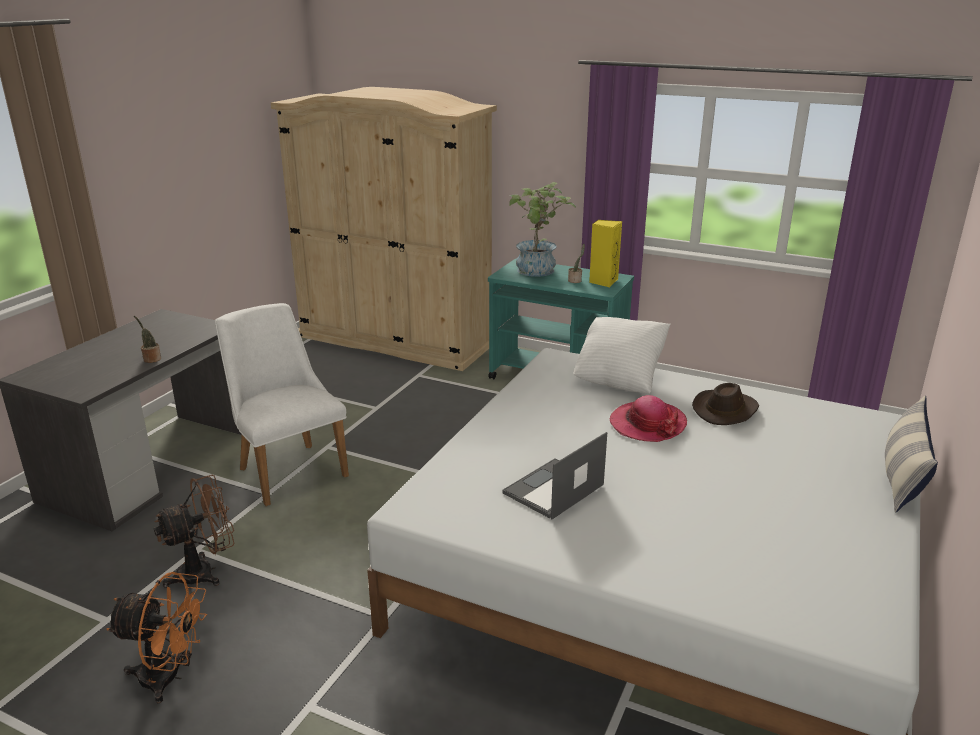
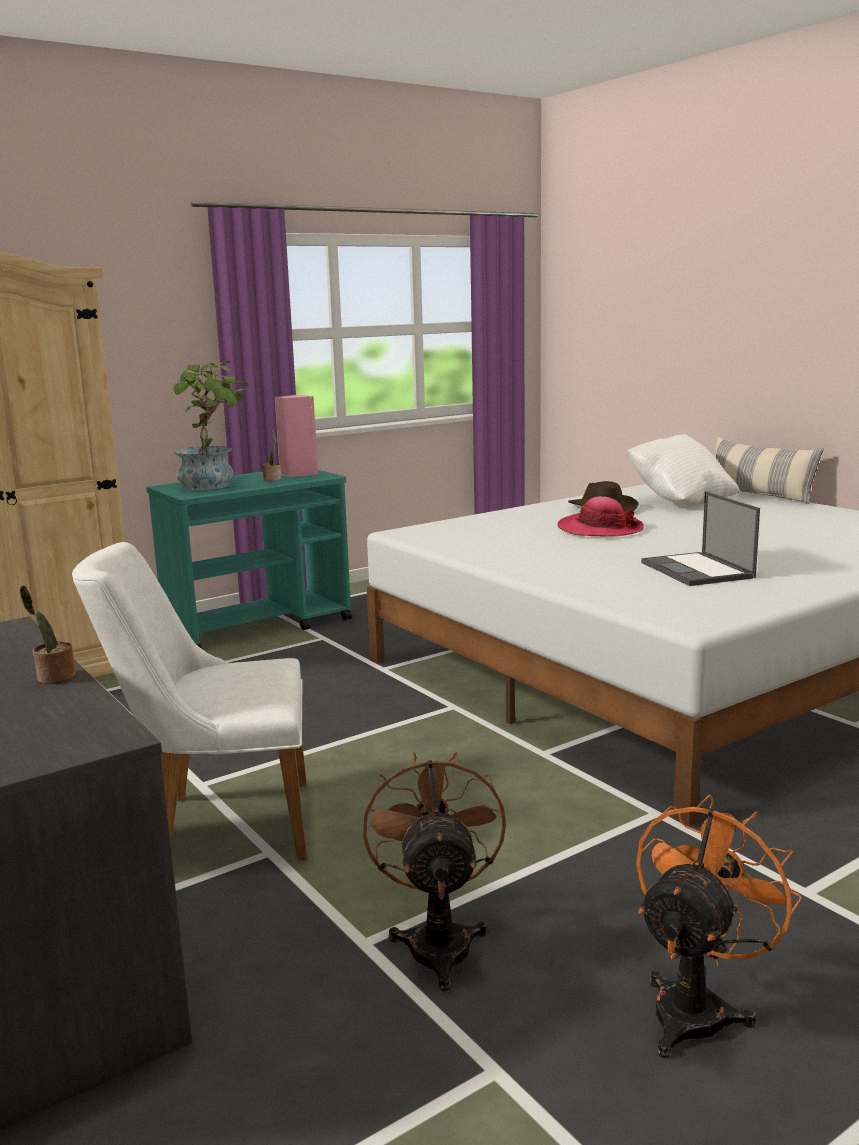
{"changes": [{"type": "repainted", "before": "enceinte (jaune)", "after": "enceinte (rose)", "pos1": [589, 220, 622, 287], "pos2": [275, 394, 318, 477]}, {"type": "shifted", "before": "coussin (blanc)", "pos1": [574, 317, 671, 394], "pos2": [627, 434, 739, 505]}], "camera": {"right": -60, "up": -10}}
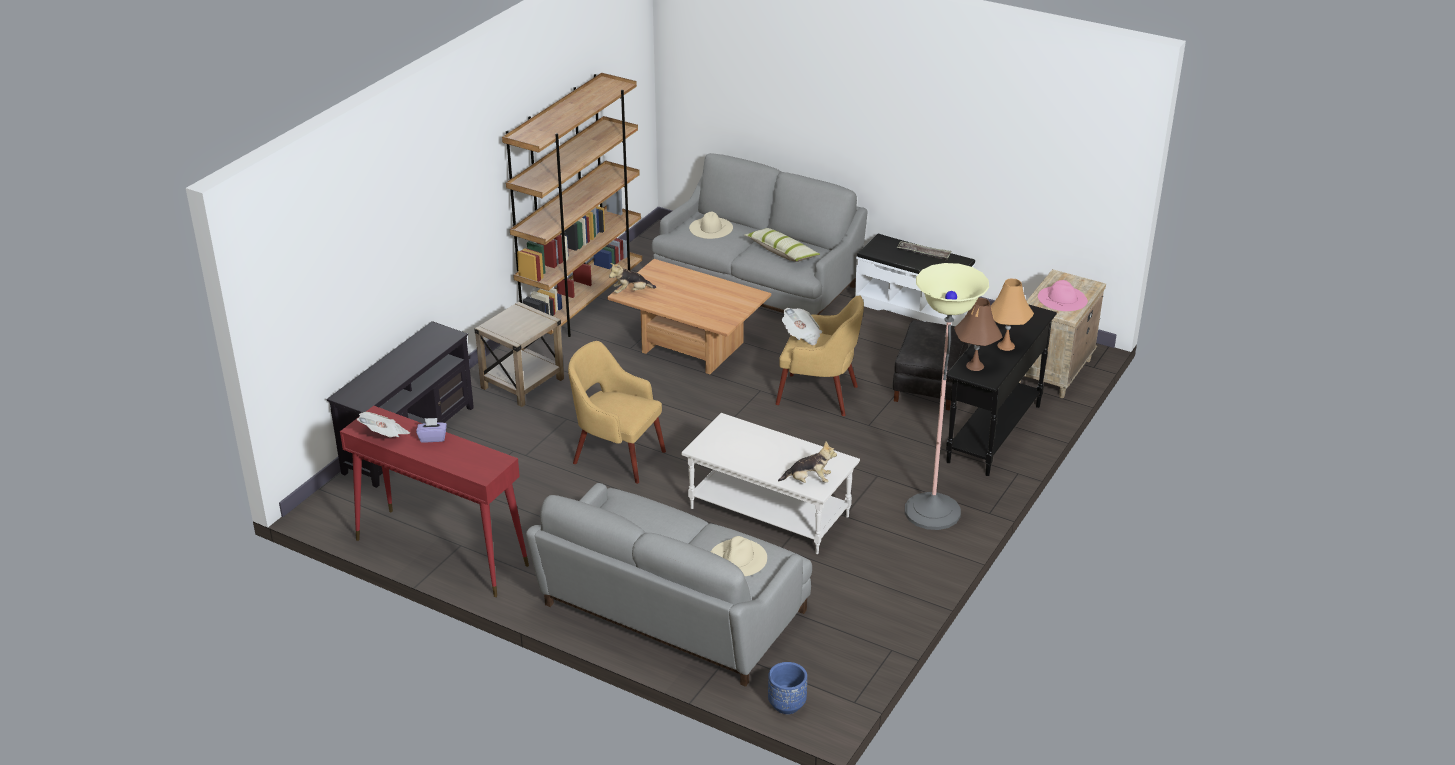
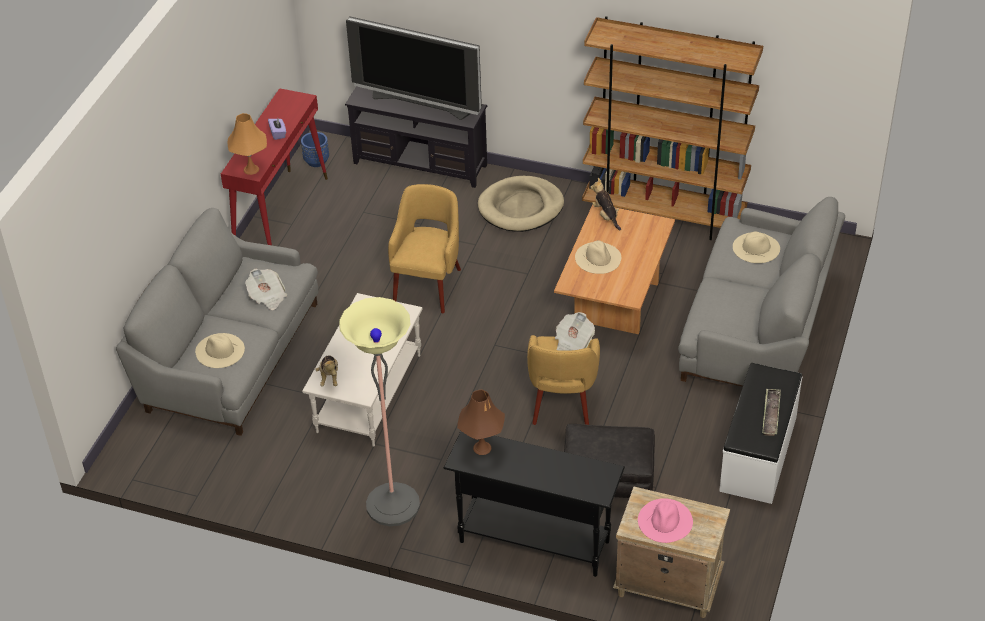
{"changes": [{"type": "gone", "before": "coussin", "pos1": [744, 228, 820, 262]}, {"type": "shifted", "before": "lampe de table (orange)", "pos1": [991, 279, 1034, 351], "pos2": [228, 113, 267, 175]}, {"type": "swapped", "before": "table d'appoint (beige)", "after": "panier pour chien (beige)", "pos1": [474, 302, 564, 407], "pos2": [478, 176, 564, 232]}, {"type": "shifted", "before": "journal", "pos1": [357, 412, 410, 437], "pos2": [245, 269, 287, 310]}, {"type": "shifted", "before": "cache-pot (bleu)", "pos1": [768, 662, 807, 714], "pos2": [301, 132, 329, 167]}, {"type": "new", "after": "téléviseur", "pos2": [346, 16, 482, 120]}, {"type": "new", "after": "chapeau (beige)", "pos2": [575, 240, 621, 274]}], "camera": {"right": 80, "up": 10}}
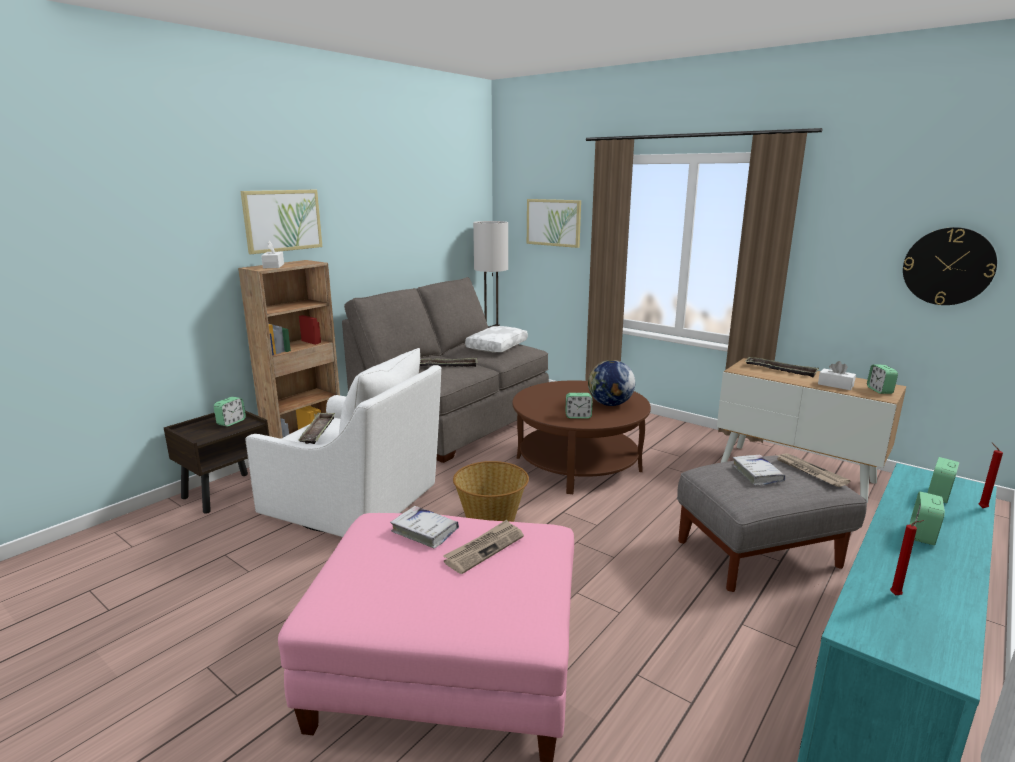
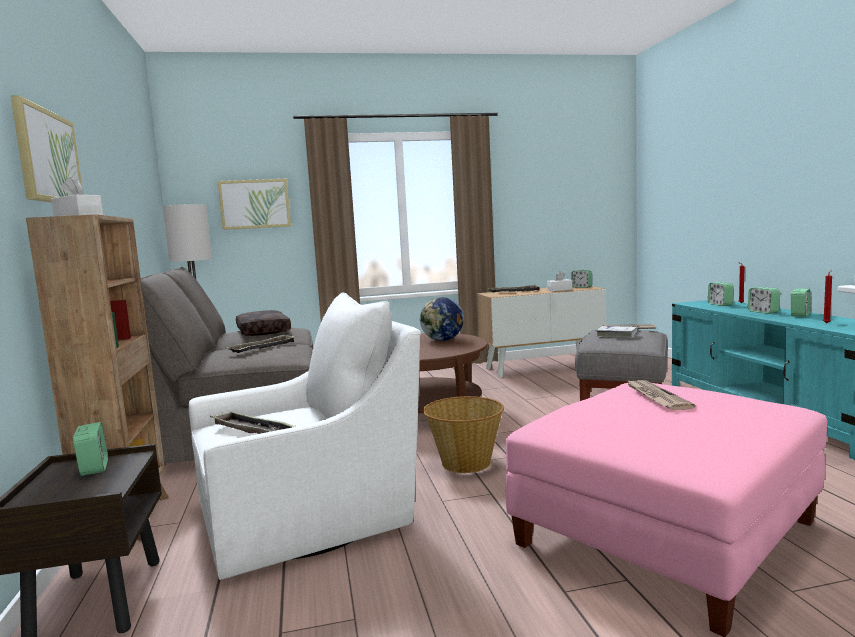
{"changes": [{"type": "gone", "before": "horloge murale", "pos1": [903, 227, 997, 305]}, {"type": "repainted", "before": "coussin (blanc)", "after": "coussin (marron)", "pos1": [465, 326, 528, 353], "pos2": [236, 310, 291, 336]}, {"type": "shifted", "before": "réveil", "pos1": [566, 393, 593, 419], "pos2": [791, 289, 810, 317]}, {"type": "gone", "before": "livre (blanc)", "pos1": [390, 506, 459, 548]}], "camera": {"right": -50, "up": -10}}
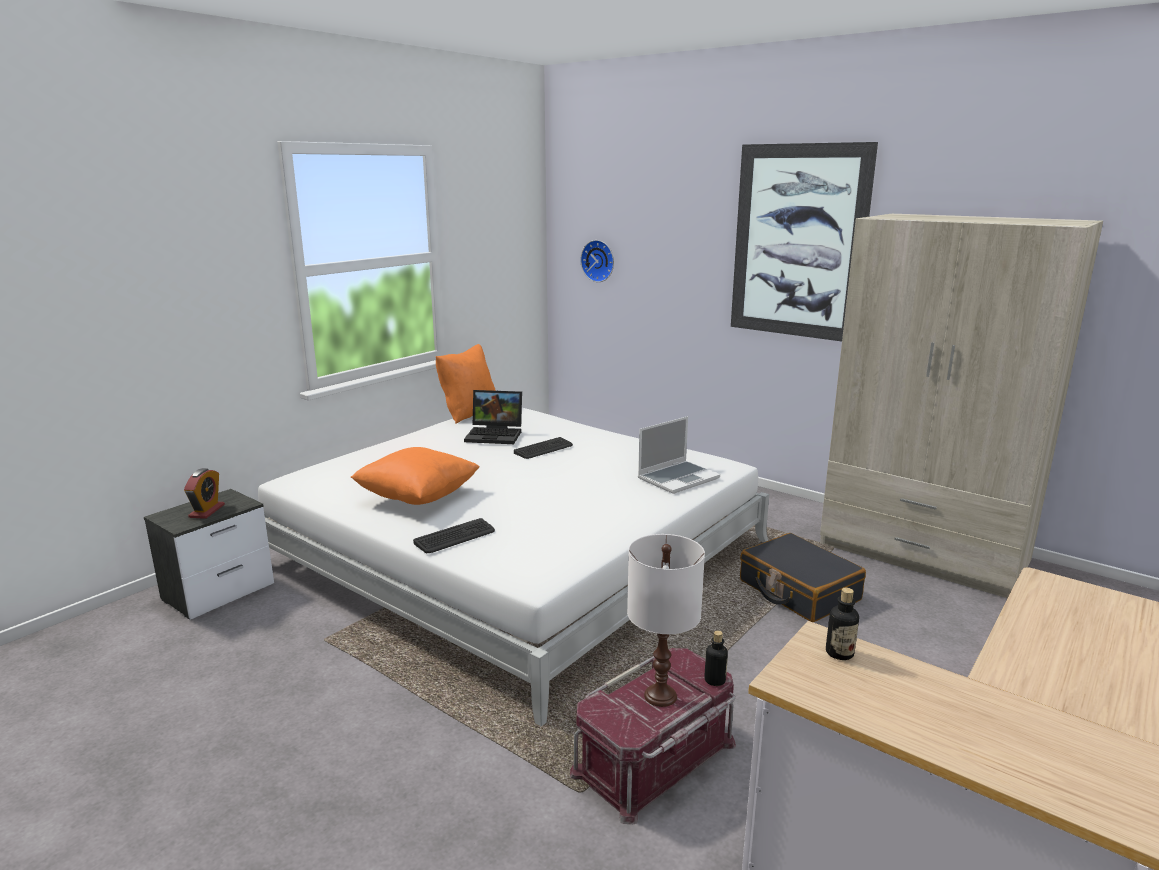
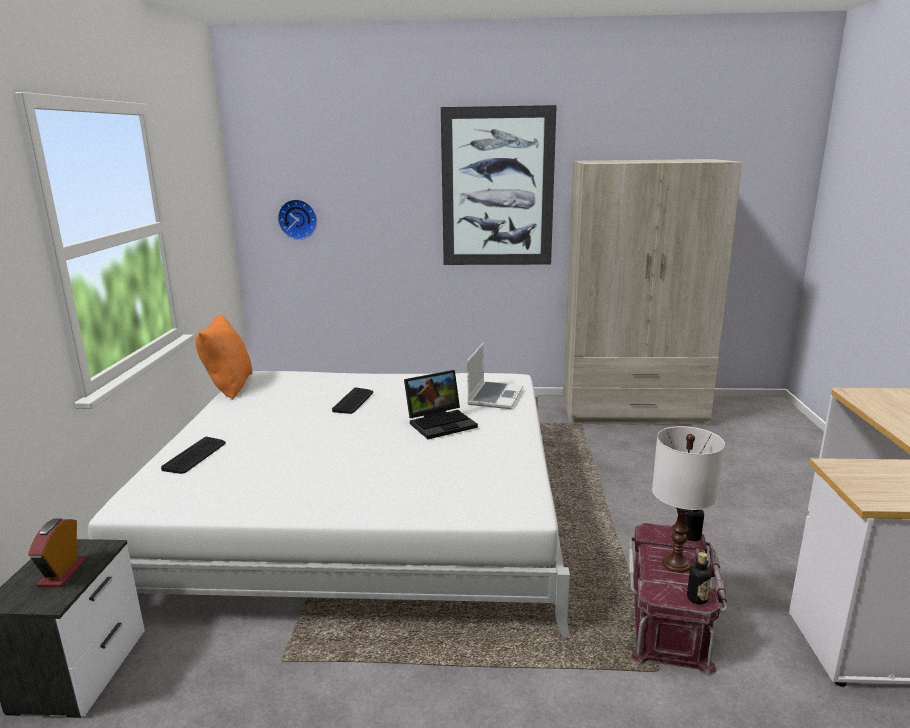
{"changes": [{"type": "shifted", "before": "ordinateur portable", "pos1": [464, 390, 522, 444], "pos2": [404, 370, 478, 439]}, {"type": "gone", "before": "coussin (orange)", "pos1": [350, 447, 480, 505]}, {"type": "rotated", "before": "réveil", "pos1": [184, 468, 225, 519], "pos2": [28, 518, 86, 587], "turn": -150}, {"type": "shifted", "before": "clavier", "pos1": [413, 518, 495, 553], "pos2": [161, 437, 226, 474]}, {"type": "gone", "before": "valise (noir)", "pos1": [740, 533, 866, 622]}, {"type": "shifted", "before": "bouteille", "pos1": [826, 588, 859, 660], "pos2": [687, 552, 711, 604]}], "camera": {"right": -35, "up": 0}}
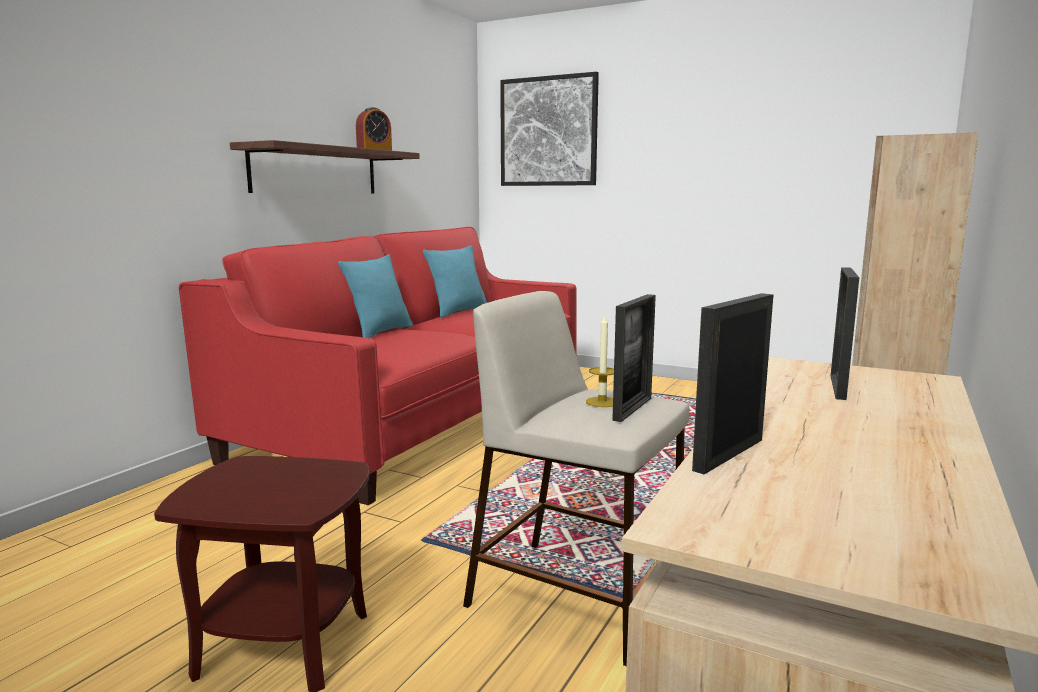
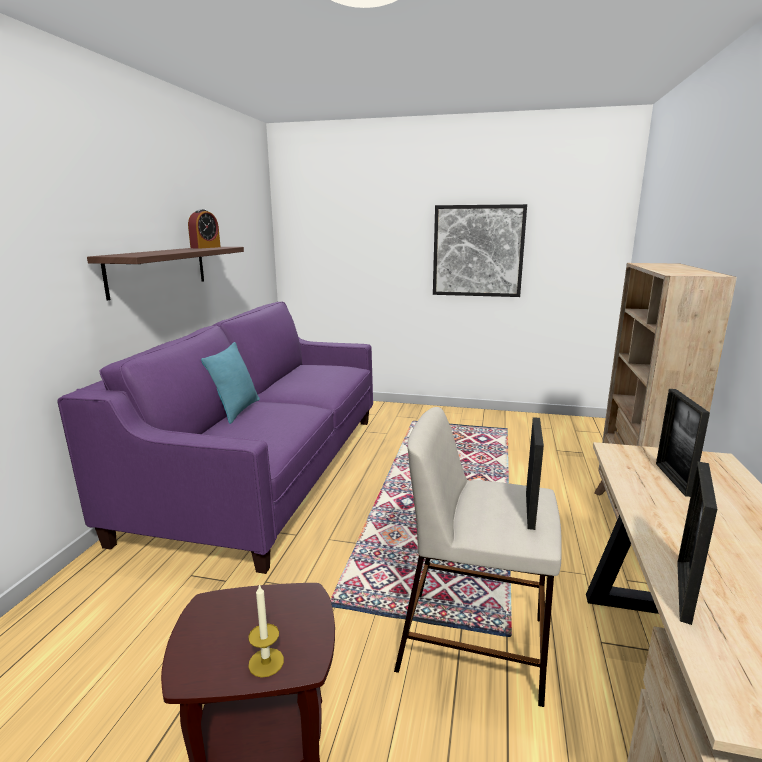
{"changes": [{"type": "shifted", "before": "tableau", "pos1": [500, 72, 599, 186], "pos2": [433, 204, 527, 297]}, {"type": "repainted", "before": "canapé (rouge)", "after": "canapé (violet)", "pos1": [179, 227, 577, 505], "pos2": [57, 302, 373, 574]}, {"type": "gone", "before": "coussin (turquoise)", "pos1": [423, 246, 487, 318]}, {"type": "shifted", "before": "bougie", "pos1": [586, 314, 614, 407], "pos2": [248, 584, 284, 678]}], "camera": {"right": -15, "up": 5}}
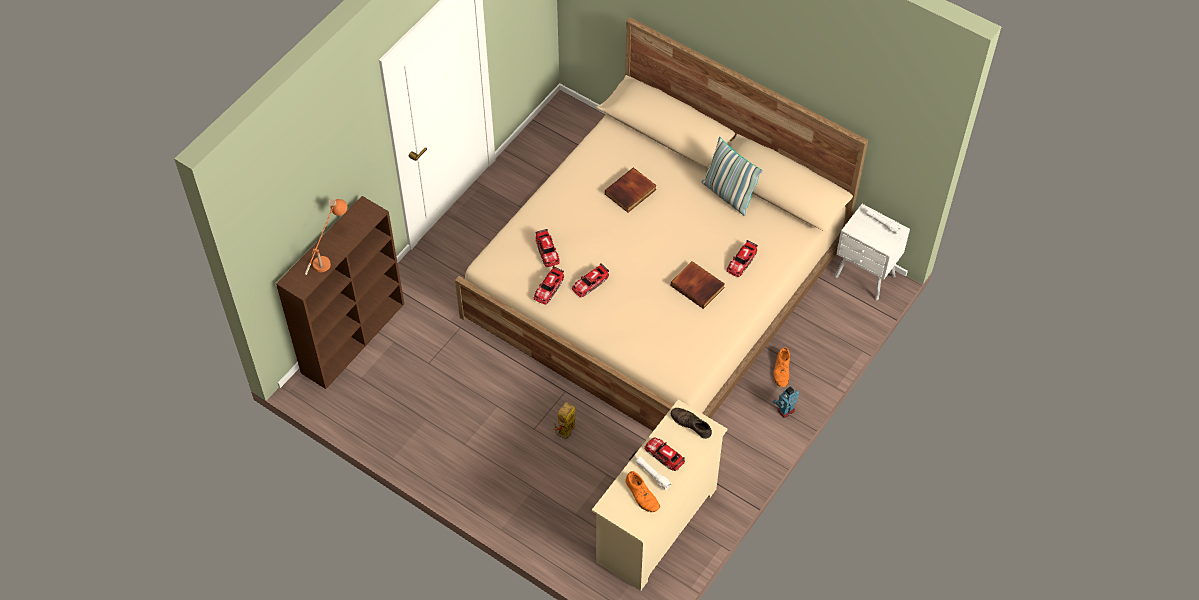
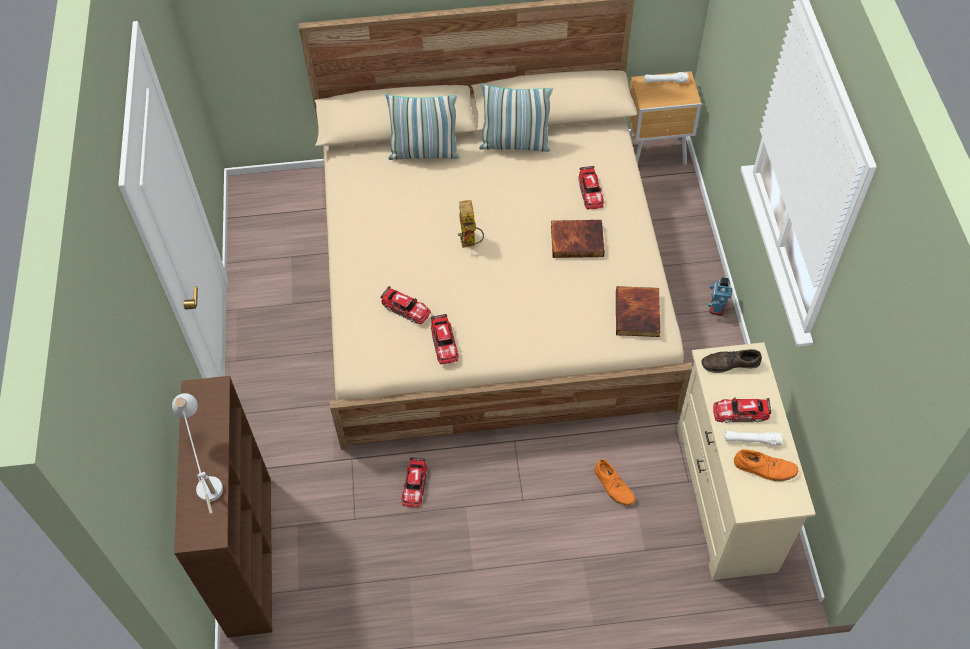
{"changes": [{"type": "shifted", "before": "livre", "pos1": [605, 167, 657, 213], "pos2": [616, 286, 660, 337]}, {"type": "repainted", "before": "lampe de table (orange)", "after": "lampe de table (blanc)", "pos1": [305, 199, 347, 275], "pos2": [172, 393, 223, 514]}, {"type": "repainted", "before": "table de chevet (blanc)", "after": "table de chevet (marron)", "pos1": [835, 204, 910, 300], "pos2": [630, 71, 701, 165]}, {"type": "shifted", "before": "petite voiture", "pos1": [572, 263, 609, 297], "pos2": [402, 458, 427, 508]}, {"type": "shifted", "before": "chaussure (orange)", "pos1": [773, 347, 790, 387], "pos2": [594, 459, 635, 506]}, {"type": "shifted", "before": "robot jouet", "pos1": [553, 402, 575, 439], "pos2": [458, 200, 484, 248]}, {"type": "new", "after": "coussin", "pos2": [386, 94, 459, 160]}], "camera": {"right": -40, "up": 0}}
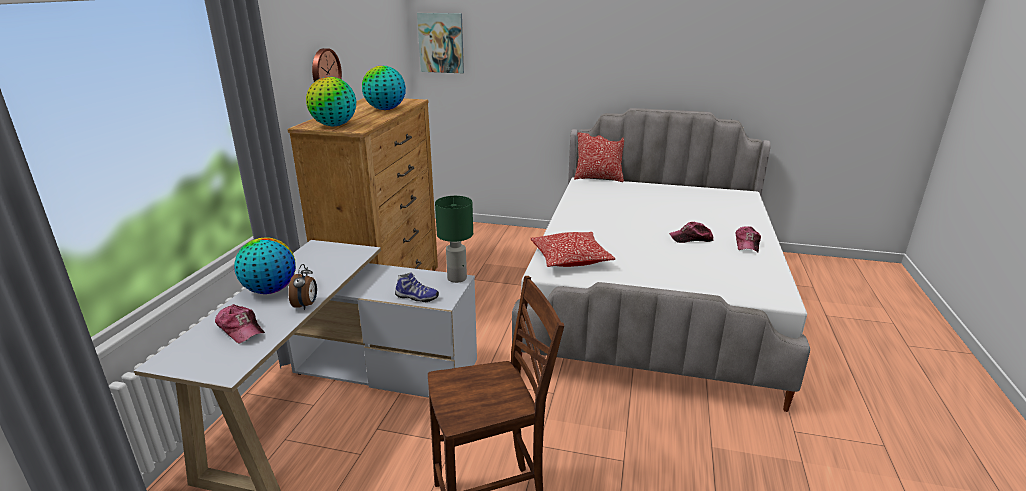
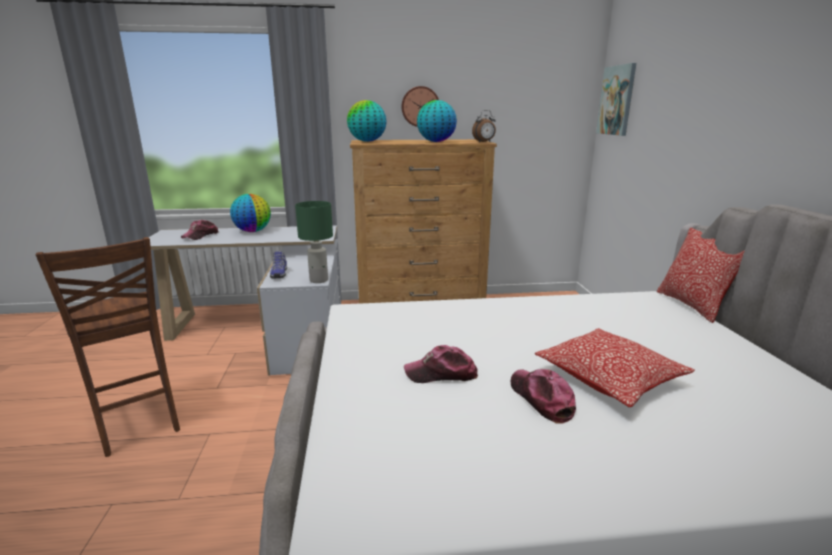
{"changes": [{"type": "shifted", "before": "casquette", "pos1": [735, 226, 761, 252], "pos2": [404, 345, 478, 383]}, {"type": "shifted", "before": "coussin", "pos1": [531, 232, 615, 267], "pos2": [535, 328, 695, 407]}, {"type": "shifted", "before": "réveil", "pos1": [288, 264, 317, 310], "pos2": [472, 110, 496, 142]}], "camera": {"right": 70, "up": -5}}
